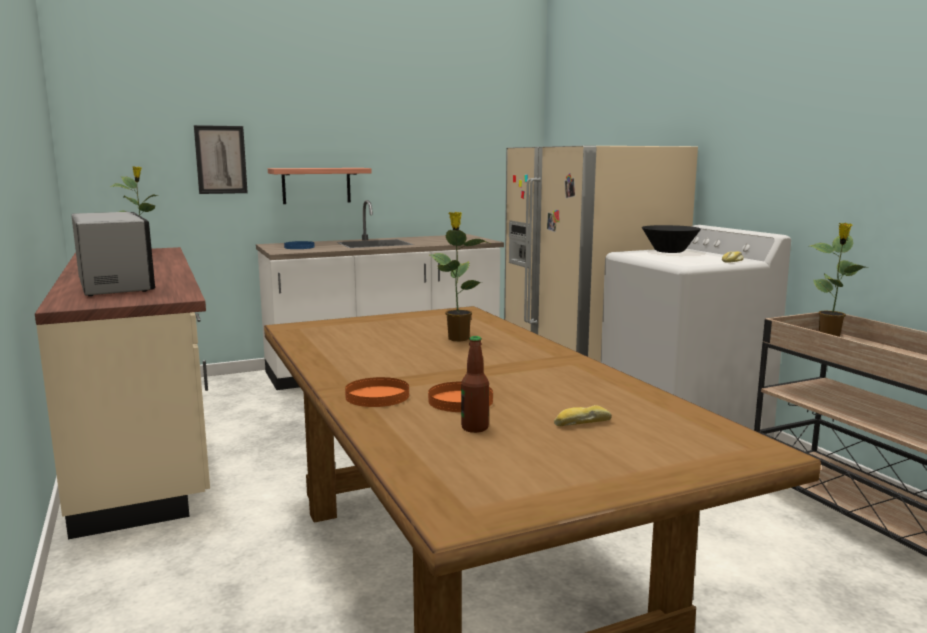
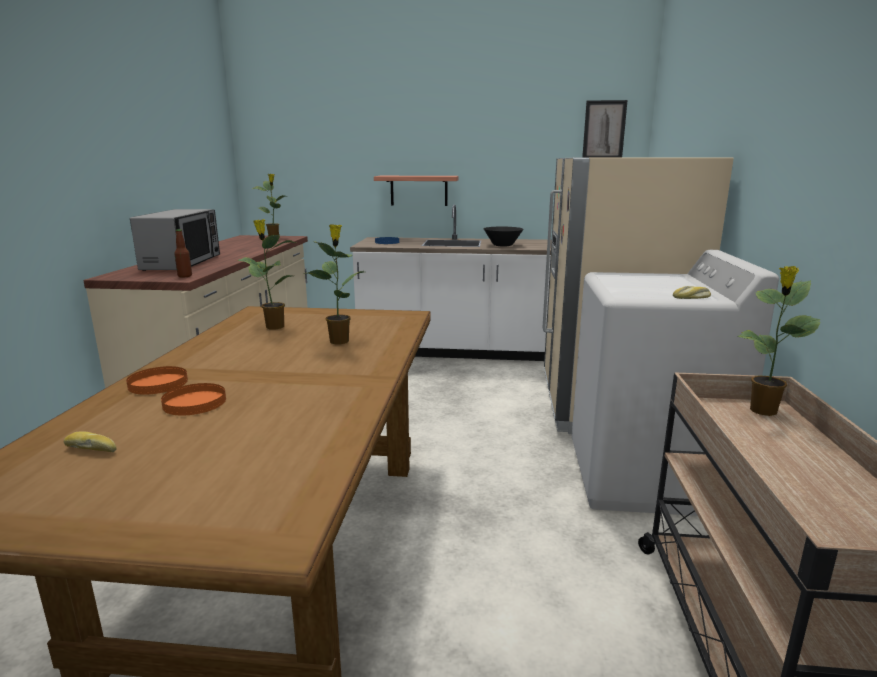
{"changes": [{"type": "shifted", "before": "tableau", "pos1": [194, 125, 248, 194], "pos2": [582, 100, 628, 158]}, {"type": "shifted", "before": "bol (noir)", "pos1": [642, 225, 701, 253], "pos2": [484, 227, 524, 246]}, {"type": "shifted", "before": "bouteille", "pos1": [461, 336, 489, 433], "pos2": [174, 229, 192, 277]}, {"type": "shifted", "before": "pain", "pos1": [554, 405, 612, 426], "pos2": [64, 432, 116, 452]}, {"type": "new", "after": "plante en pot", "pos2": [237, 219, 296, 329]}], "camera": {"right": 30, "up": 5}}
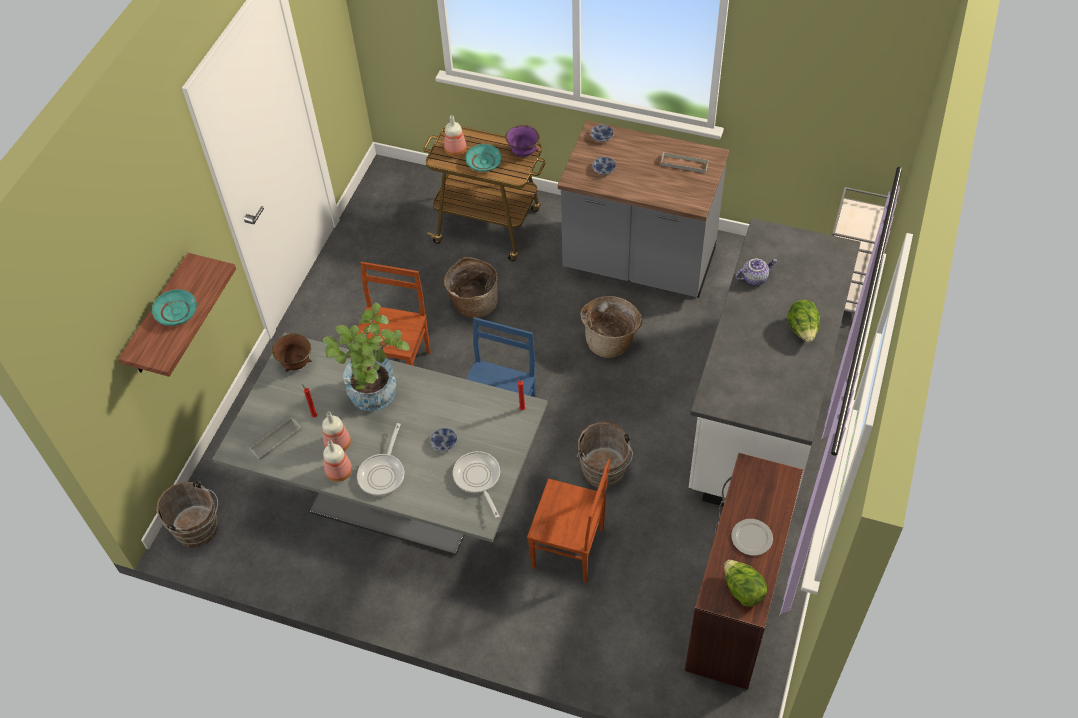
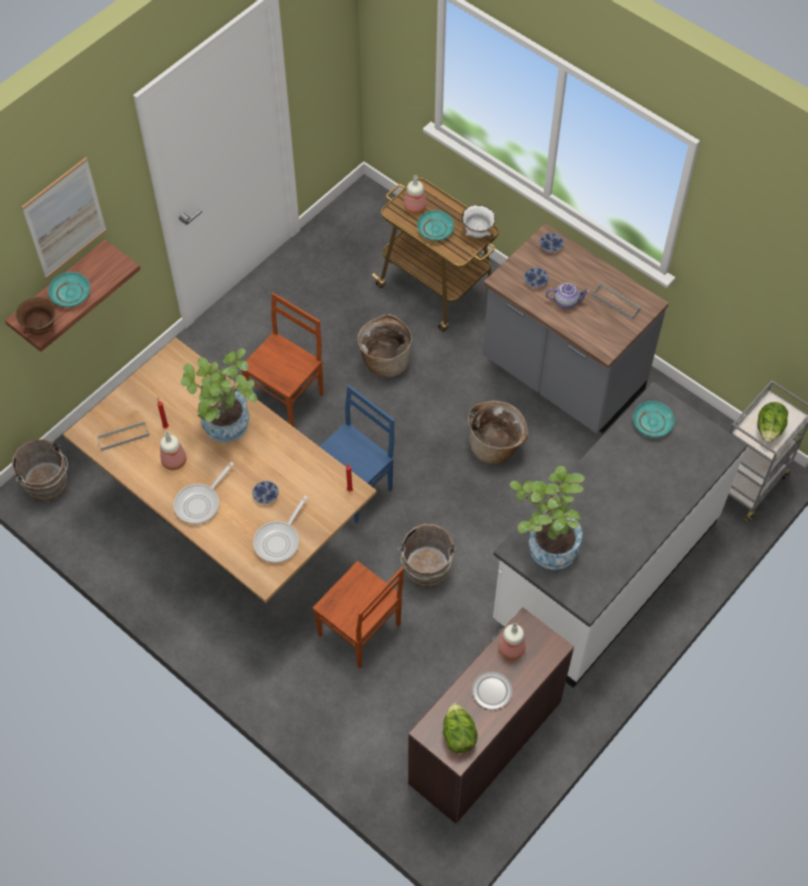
{"changes": [{"type": "repainted", "before": "bol (violet)", "after": "bol (blanc)", "pos1": [505, 125, 540, 157], "pos2": [461, 204, 496, 238]}, {"type": "shifted", "before": "théière", "pos1": [736, 259, 777, 285], "pos2": [546, 283, 590, 309]}, {"type": "shifted", "before": "laitue", "pos1": [788, 300, 820, 343], "pos2": [758, 402, 788, 443]}, {"type": "repainted", "before": "table à manger (gris)", "after": "table à manger (marron)", "pos1": [212, 332, 548, 556], "pos2": [63, 337, 377, 603]}, {"type": "shifted", "before": "bol (marron)", "pos1": [272, 334, 312, 372], "pos2": [16, 297, 55, 335]}, {"type": "shifted", "before": "bouteille", "pos1": [323, 440, 352, 482], "pos2": [498, 623, 526, 660]}, {"type": "rotated", "before": "poêle", "pos1": [453, 451, 500, 519], "pos2": [253, 496, 308, 563], "turn": -150}, {"type": "new", "after": "tableau", "pos2": [22, 157, 107, 279]}, {"type": "new", "after": "assiette (turquoise)", "pos2": [633, 401, 674, 438]}, {"type": "new", "after": "plante en pot", "pos2": [510, 466, 585, 570]}], "camera": {"right": 20, "up": 5}}
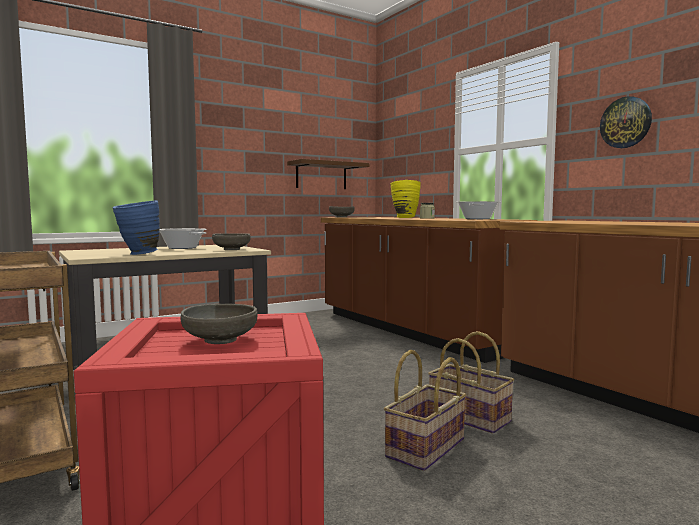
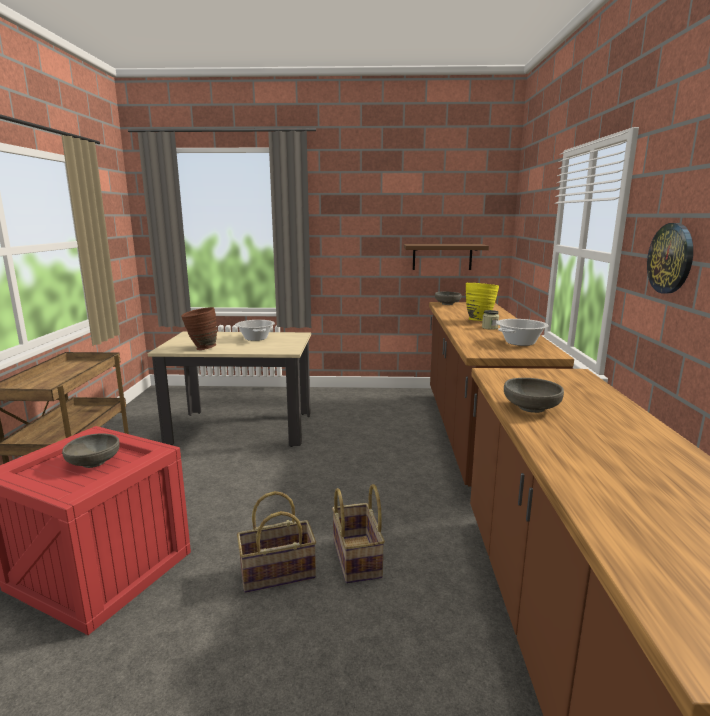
{"changes": [{"type": "repainted", "before": "vase (bleu)", "after": "vase (marron)", "pos1": [112, 200, 160, 255], "pos2": [181, 307, 217, 350]}, {"type": "shifted", "before": "bol (gris)", "pos1": [212, 233, 250, 250], "pos2": [504, 378, 564, 413]}], "camera": {"right": 35, "up": 10}}
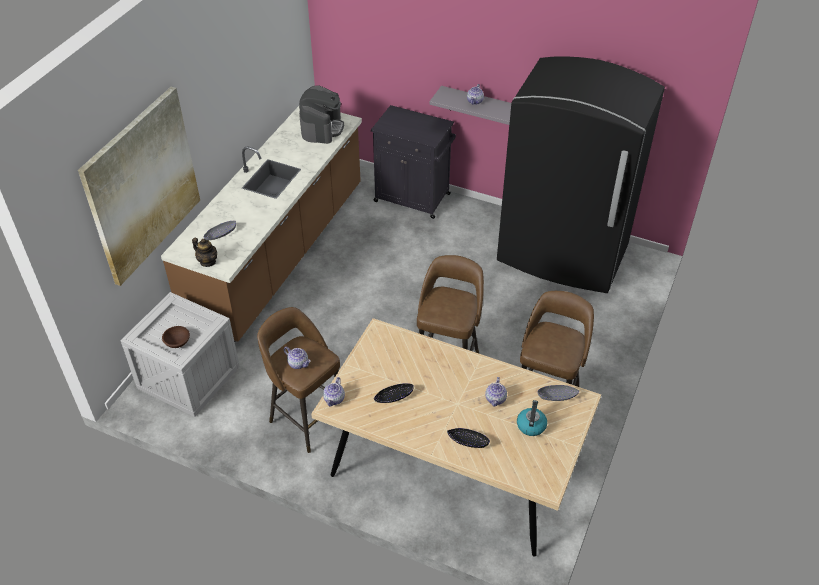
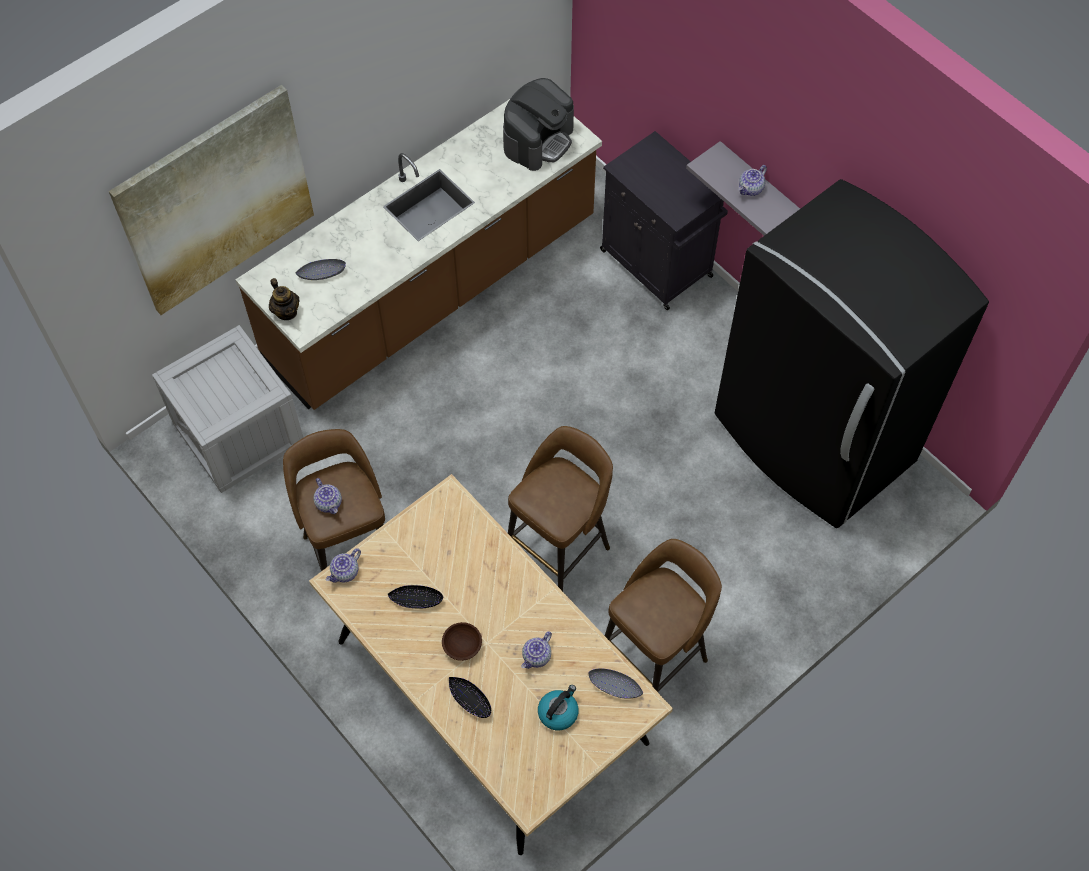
{"changes": [{"type": "shifted", "before": "bol (marron)", "pos1": [162, 326, 190, 348], "pos2": [442, 622, 482, 661]}], "camera": {"right": 25, "up": 15}}
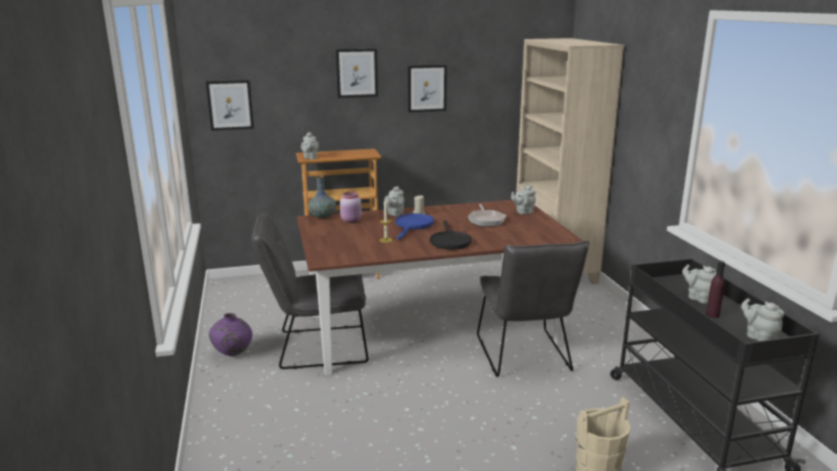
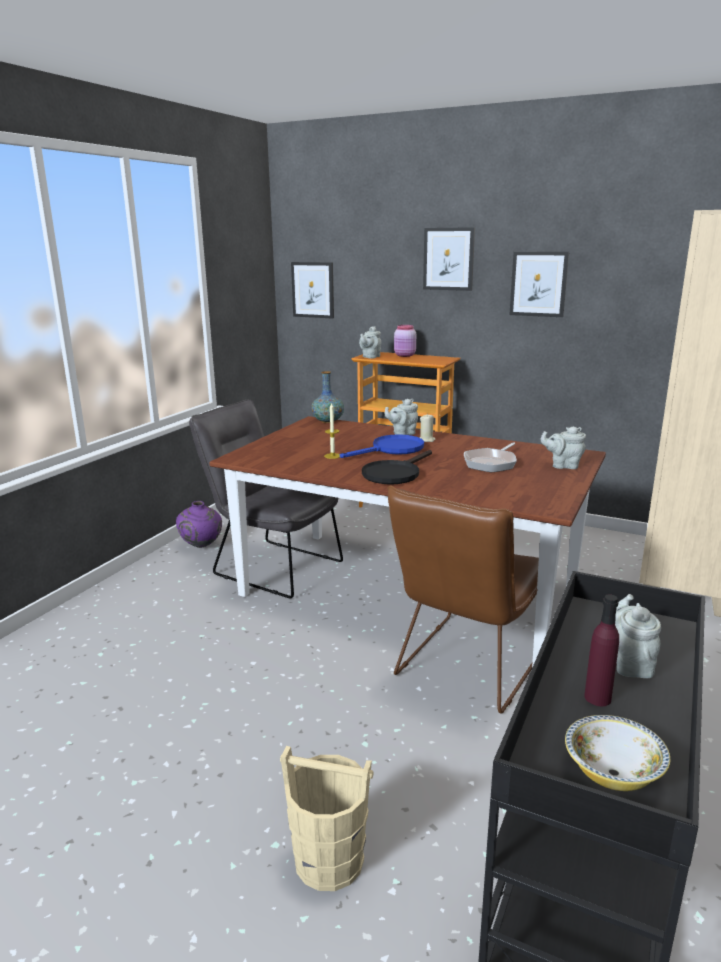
{"changes": [{"type": "shifted", "before": "bocal (rose)", "pos1": [340, 192, 362, 223], "pos2": [394, 325, 416, 357]}, {"type": "repainted", "before": "chaise (gris)", "after": "chaise (marron)", "pos1": [477, 240, 589, 377], "pos2": [388, 485, 539, 714]}, {"type": "swapped", "before": "théière (gris)", "after": "bol", "pos1": [741, 298, 784, 341], "pos2": [565, 715, 670, 791]}], "camera": {"right": 40, "up": 0}}
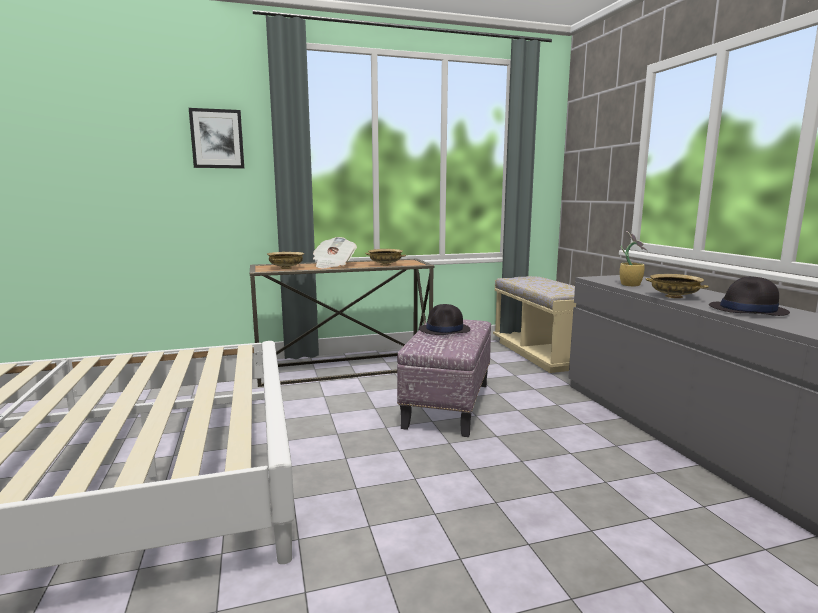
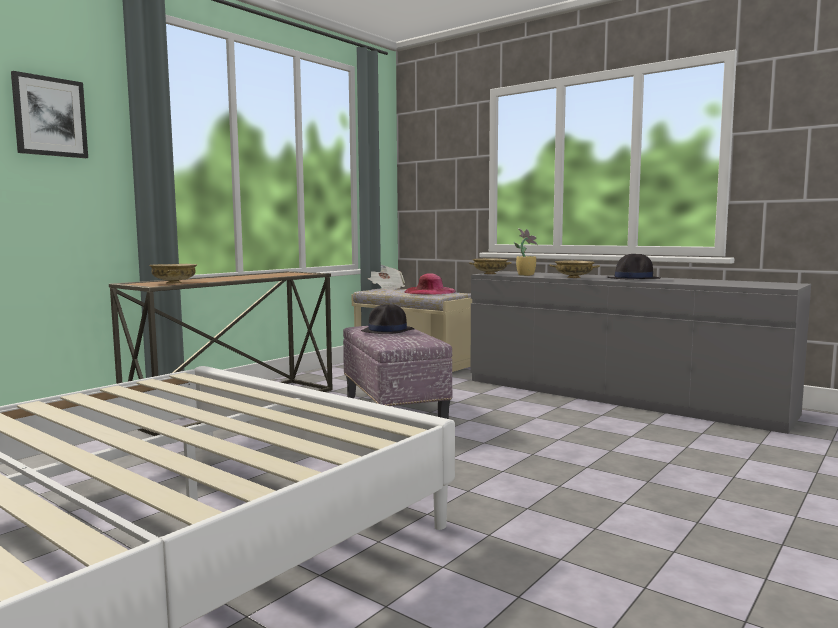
{"changes": [{"type": "shifted", "before": "journal", "pos1": [313, 237, 357, 268], "pos2": [367, 265, 405, 290]}, {"type": "shifted", "before": "bol (beige)", "pos1": [365, 249, 406, 266], "pos2": [469, 258, 512, 274]}, {"type": "new", "after": "chapeau (rose)", "pos2": [405, 273, 456, 294]}], "camera": {"right": -35, "up": -5}}
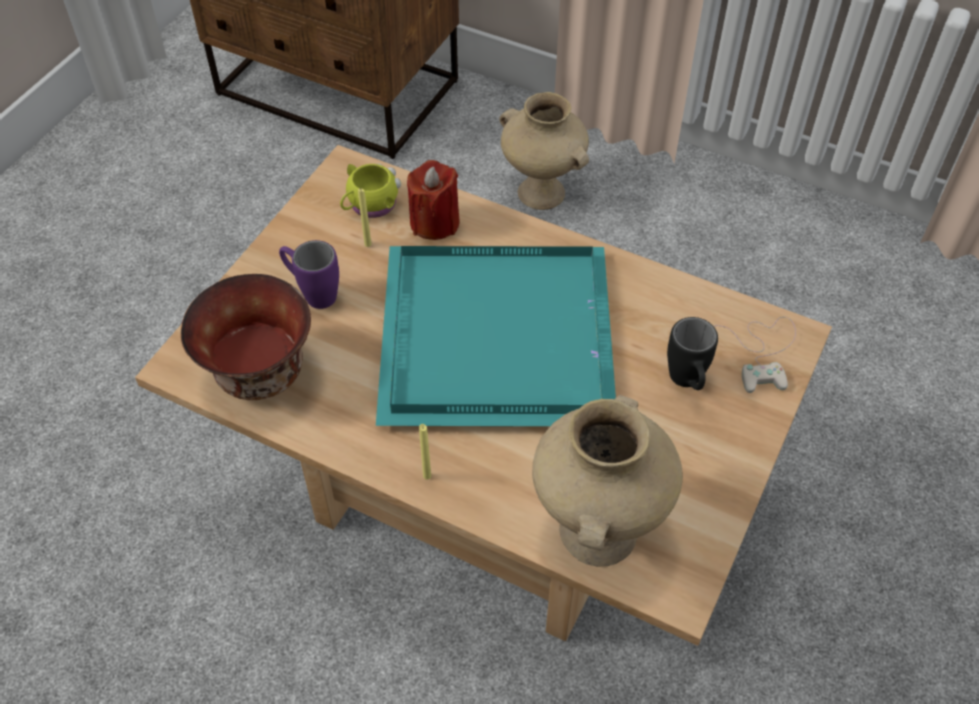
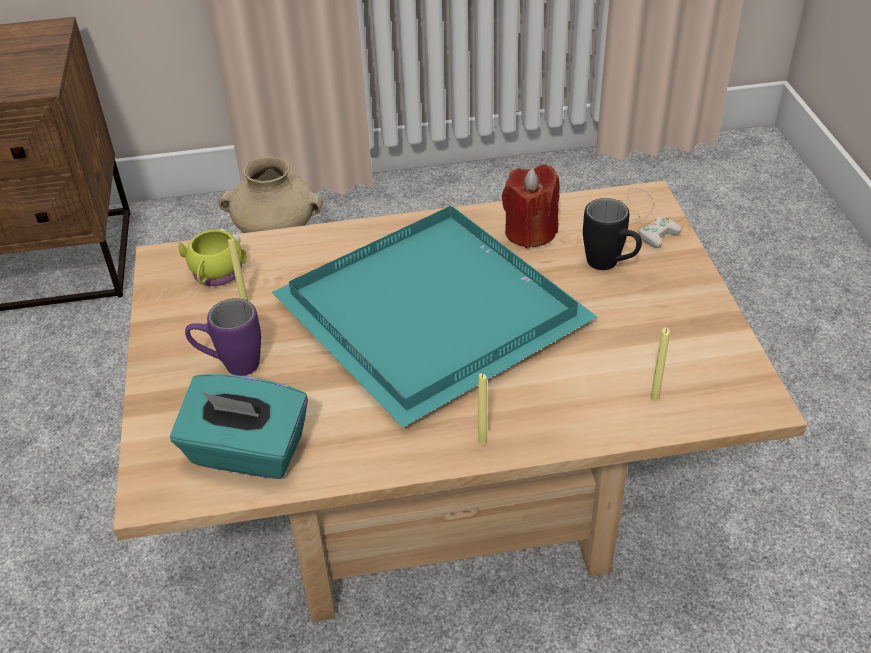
{"changes": [{"type": "shifted", "before": "bougie (rouge)", "pos1": [407, 160, 460, 240], "pos2": [502, 164, 560, 249]}, {"type": "swapped", "before": "bol", "after": "boîte à mouchoirs (turquoise)", "pos1": [181, 274, 311, 400], "pos2": [170, 374, 308, 479]}, {"type": "swapped", "before": "vase (beige)", "after": "bougie (jaune)", "pos1": [532, 395, 683, 567], "pos2": [651, 328, 670, 401]}], "camera": {"right": -35, "up": -10}}
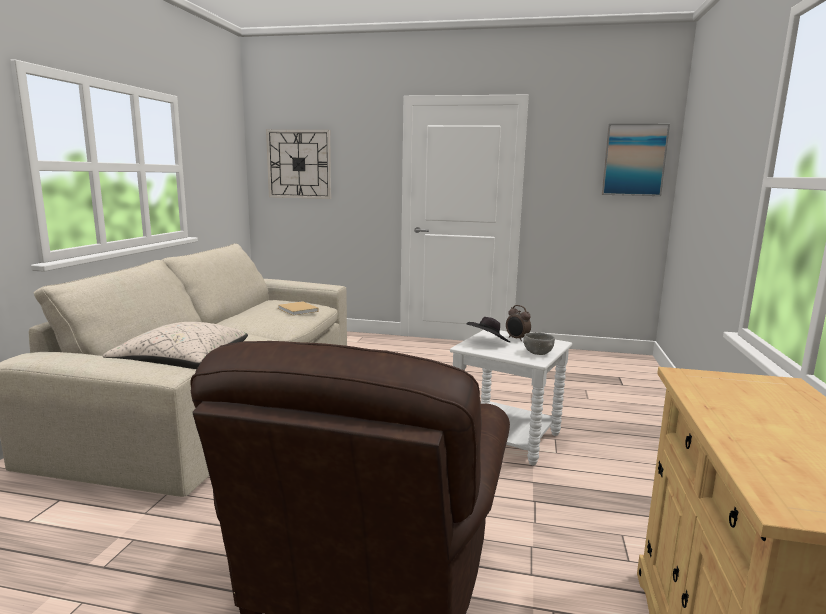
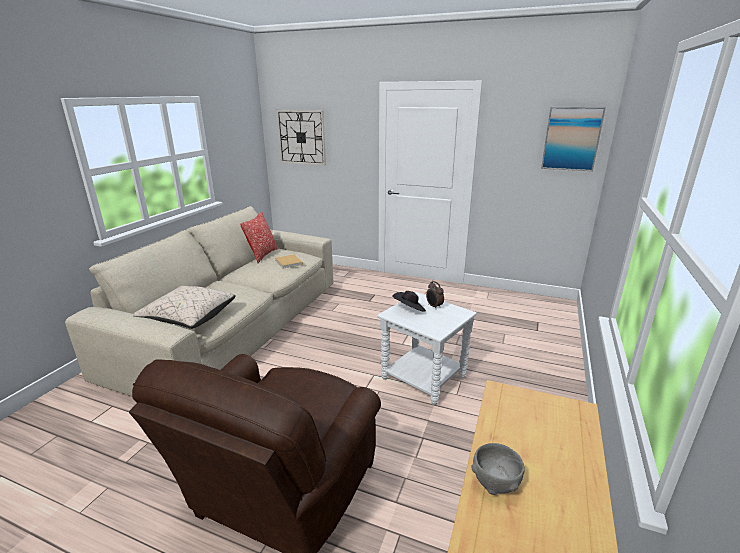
{"changes": [{"type": "shifted", "before": "bol (gris)", "pos1": [523, 332, 555, 355], "pos2": [471, 443, 525, 495]}, {"type": "new", "after": "coussin", "pos2": [240, 212, 278, 263]}], "camera": {"right": 10, "up": 10}}
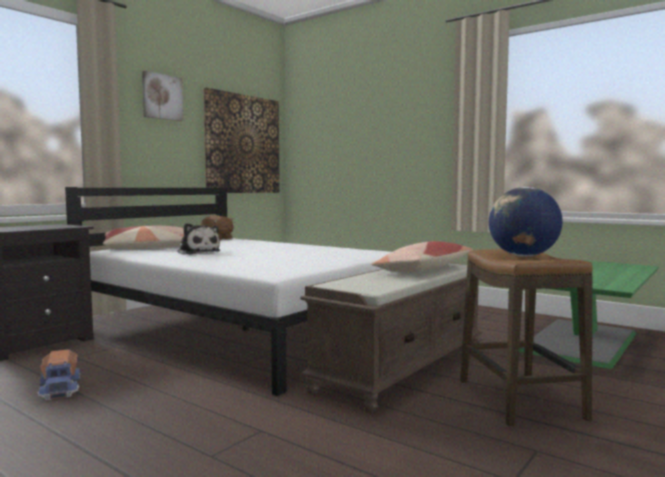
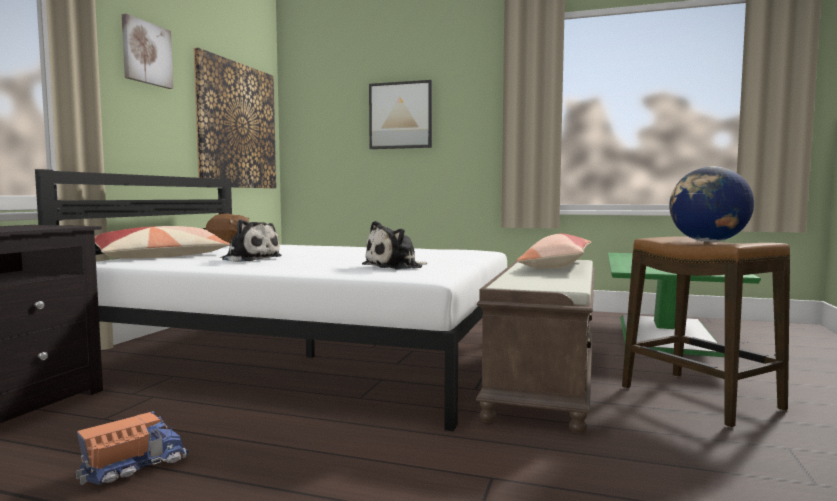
{"changes": [{"type": "rotated", "before": "camion jouet", "pos1": [38, 349, 80, 400], "pos2": [76, 411, 189, 485], "turn": -90}, {"type": "new", "after": "tableau", "pos2": [369, 80, 432, 149]}, {"type": "new", "after": "peluche", "pos2": [362, 221, 428, 270]}], "camera": {"right": -20, "up": 0}}
